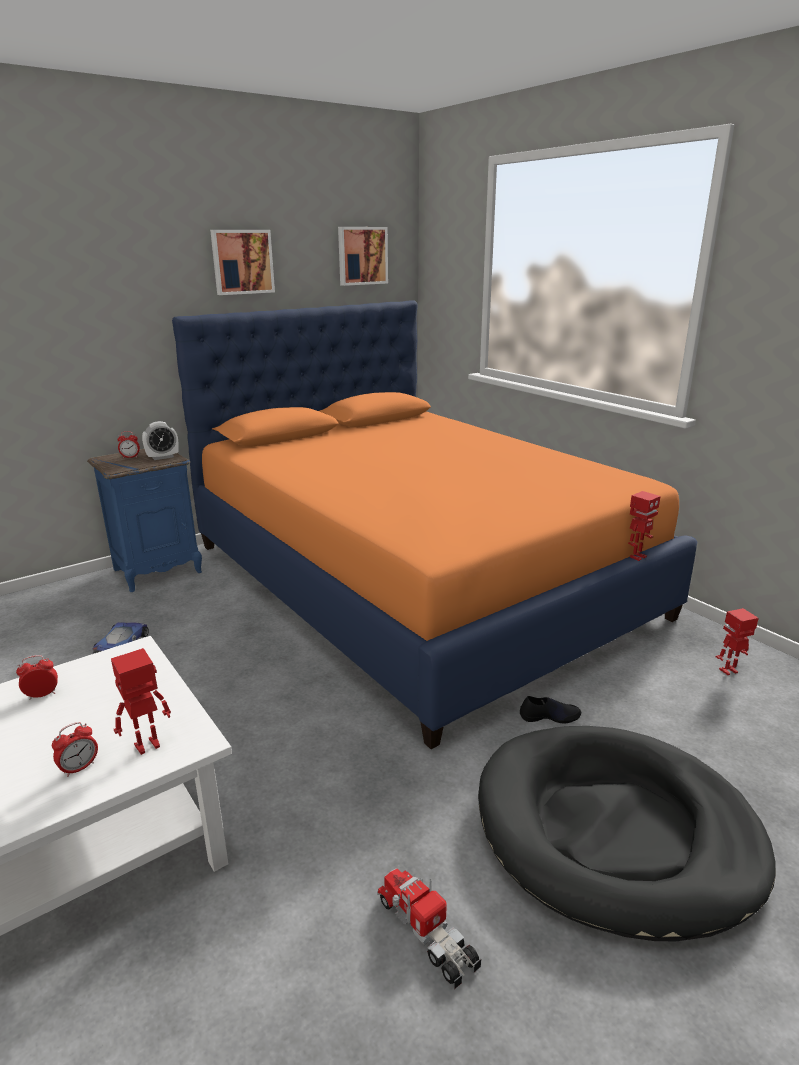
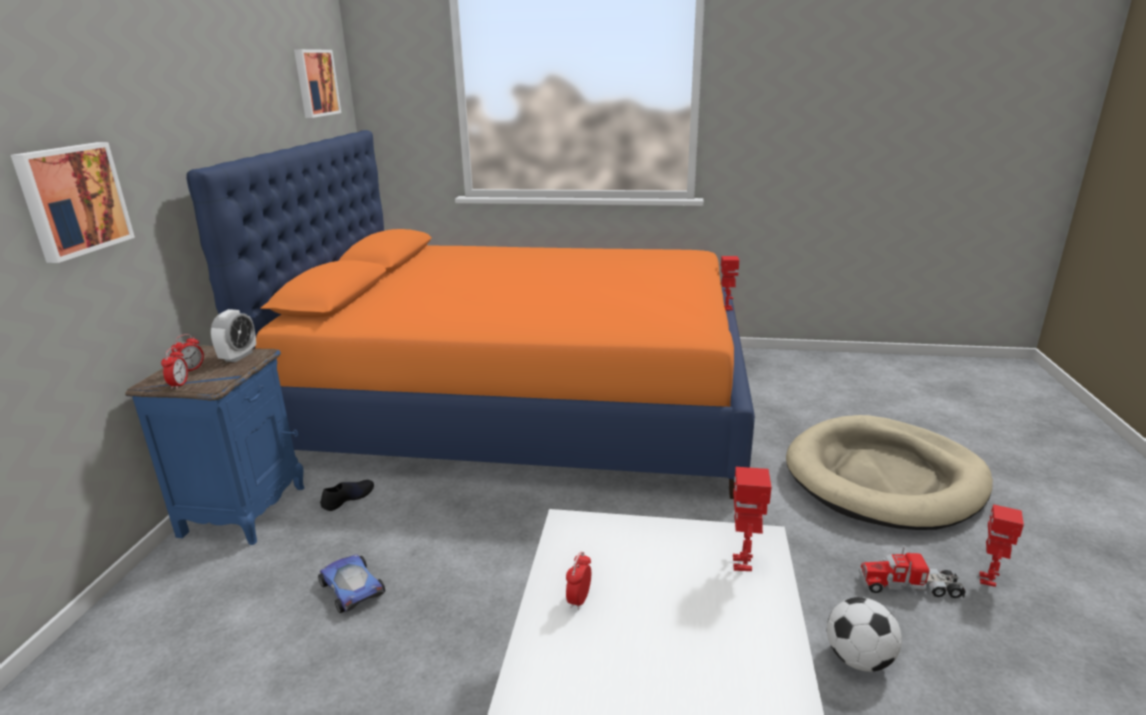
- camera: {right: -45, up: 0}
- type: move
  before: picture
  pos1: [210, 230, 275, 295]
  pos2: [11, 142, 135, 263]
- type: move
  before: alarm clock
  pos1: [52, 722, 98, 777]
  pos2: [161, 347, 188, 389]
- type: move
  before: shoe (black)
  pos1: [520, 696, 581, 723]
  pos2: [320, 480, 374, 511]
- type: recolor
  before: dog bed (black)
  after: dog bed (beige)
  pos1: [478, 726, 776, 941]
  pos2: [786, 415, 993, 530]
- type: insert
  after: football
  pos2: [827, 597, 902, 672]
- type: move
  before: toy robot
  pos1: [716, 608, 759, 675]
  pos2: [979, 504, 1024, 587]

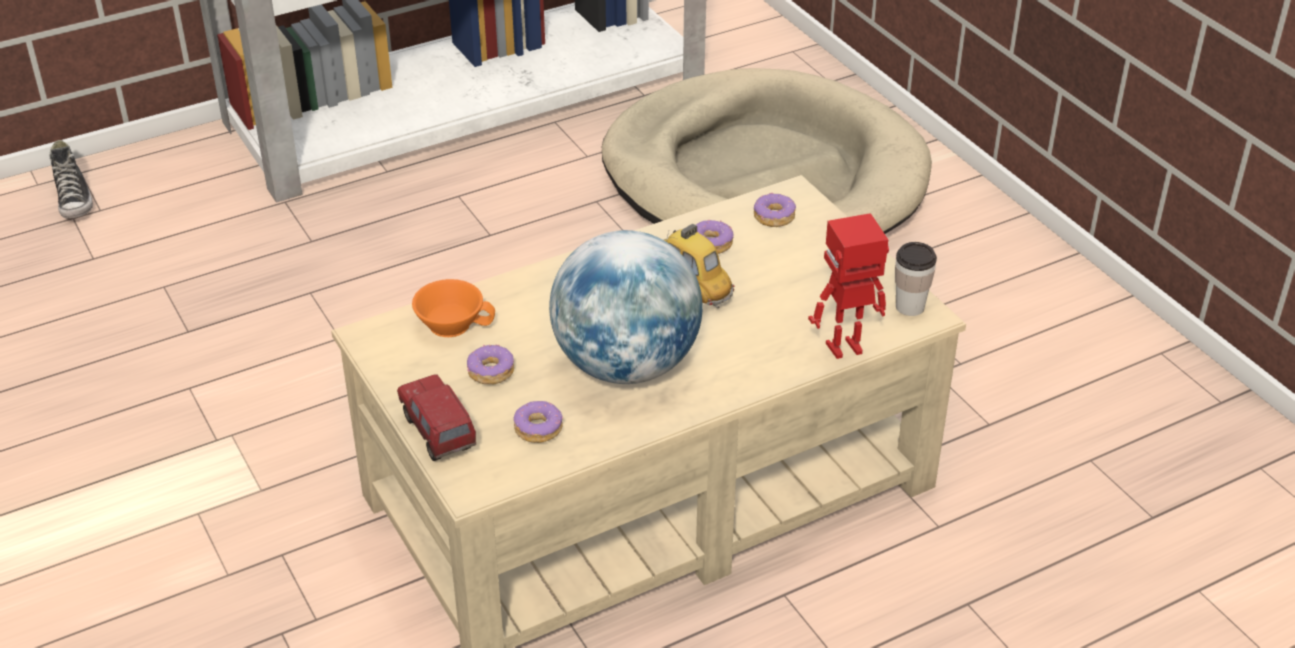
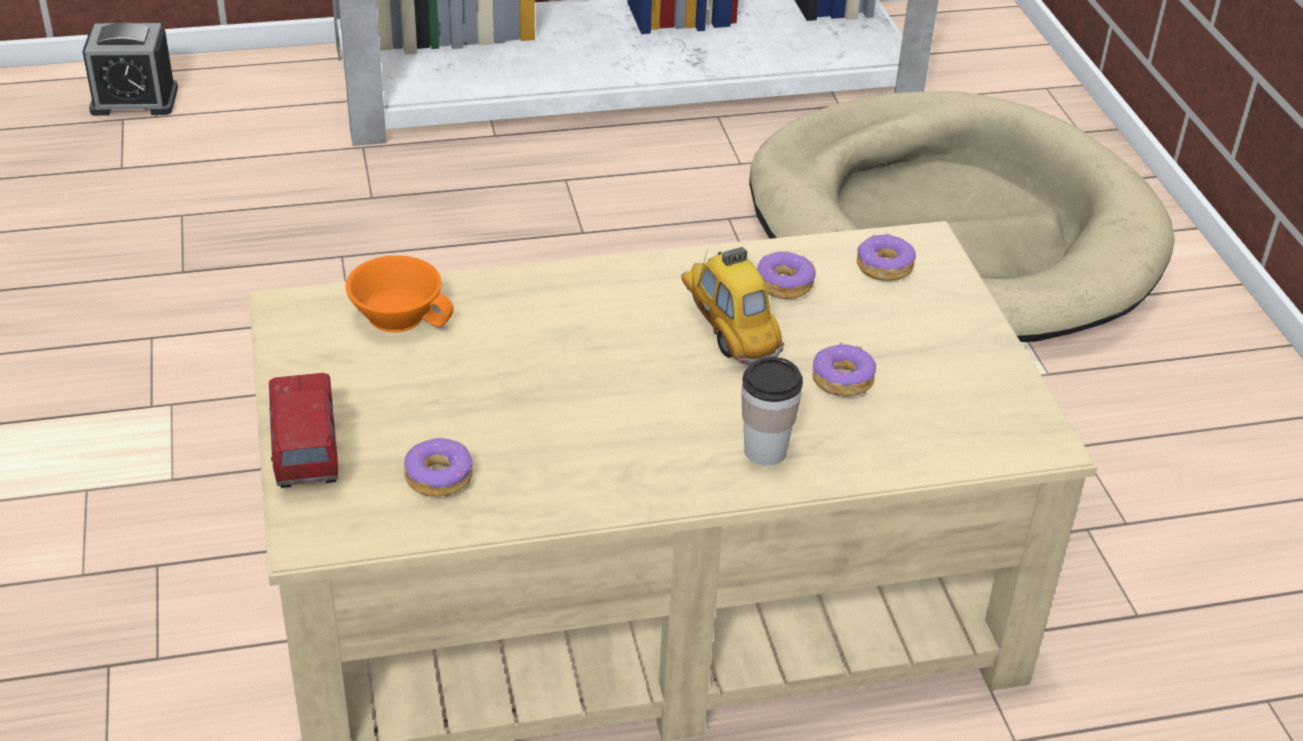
- camera: {right: 15, up: 0}
- type: replace
  before: shoe
  after: alarm clock
  pos1: [49, 140, 93, 219]
  pos2: [82, 23, 178, 116]
- type: move
  before: cup
  pos1: [895, 242, 937, 316]
  pos2: [741, 357, 803, 465]
- type: move
  before: donut
  pos1: [467, 344, 514, 384]
  pos2: [812, 343, 876, 397]
- type: delete
  before: globe
  pos1: [549, 230, 703, 384]
- type: delete
  before: toy robot
  pos1: [808, 213, 889, 359]

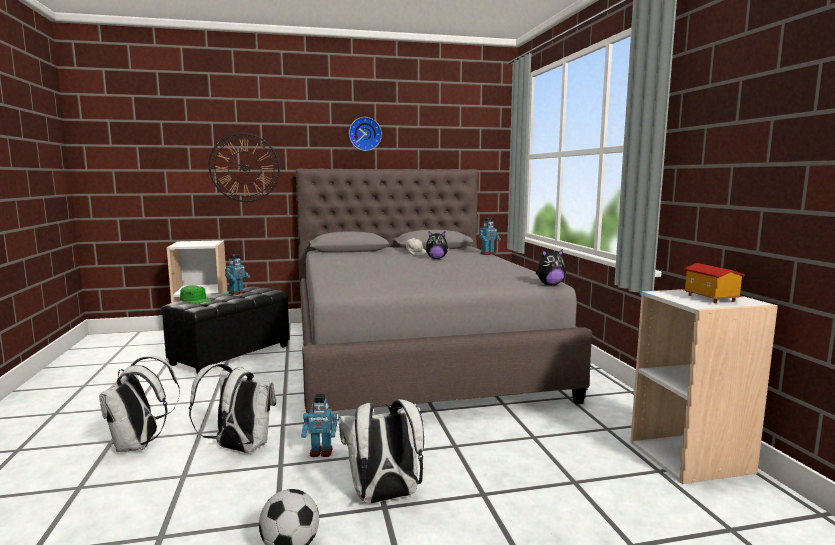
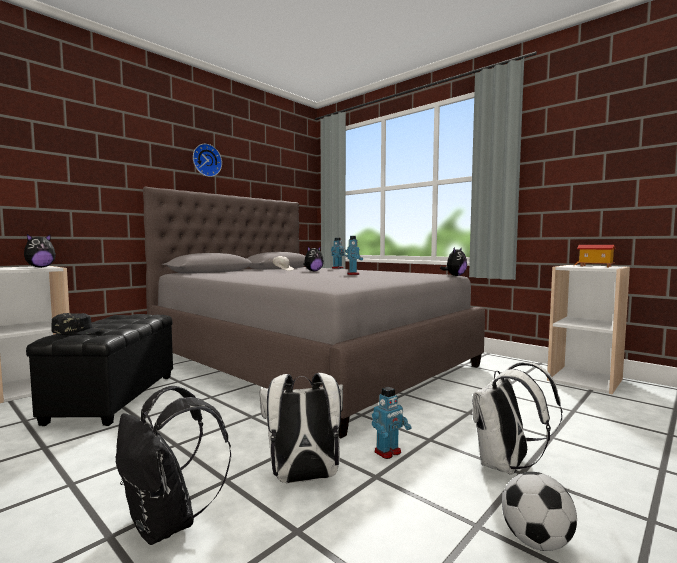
- camera: {right: -35, up: -5}
- type: insert
  after: plush toy
  pos2: [24, 234, 56, 268]
- type: recolor
  before: cap (green)
  after: cap (black)
  pos1: [180, 285, 213, 304]
  pos2: [51, 313, 107, 335]
- type: recolor
  before: backpack (white)
  after: backpack (black)
  pos1: [99, 356, 180, 452]
  pos2: [116, 386, 231, 545]
- type: move
  before: toy robot
  pos1: [225, 254, 250, 295]
  pos2: [345, 236, 363, 275]
- type: delete
  before: wall clock
  pos1: [209, 133, 280, 202]

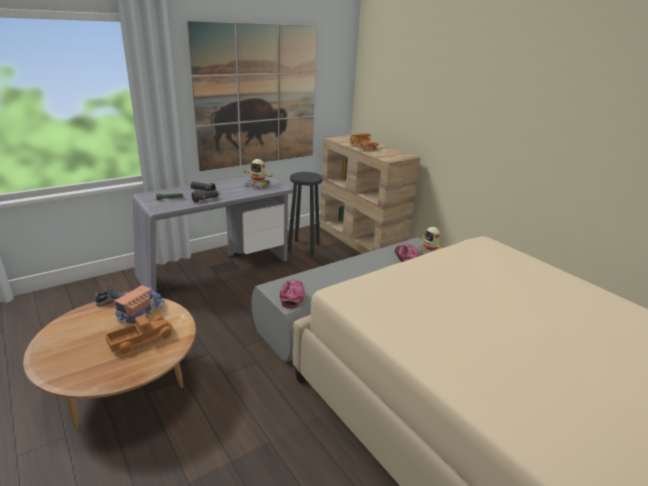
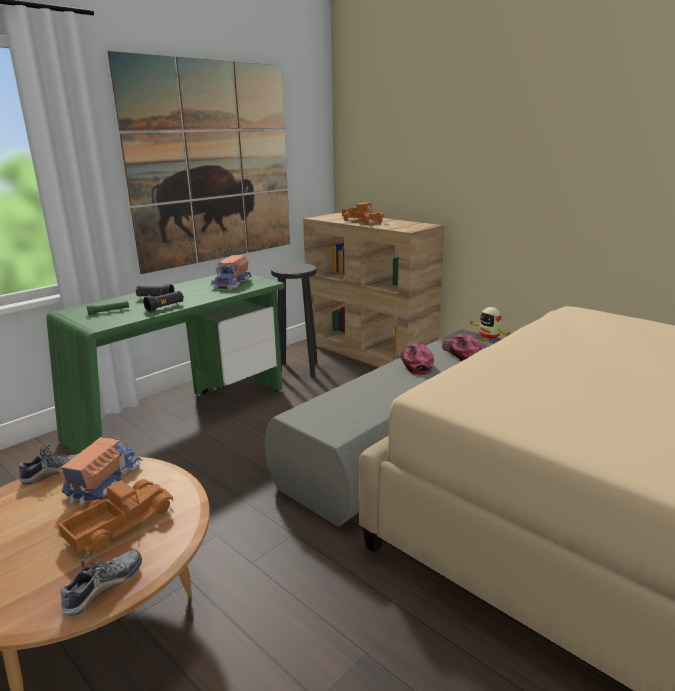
- camera: {right: -10, up: -5}
- type: recolor
  before: desk (grey)
  after: desk (green)
  pos1: [132, 174, 293, 292]
  pos2: [46, 275, 285, 455]
- type: insert
  after: shoe
  pos2: [60, 550, 142, 616]
- type: replace
  before: toy robot
  after: toy truck
  pos1: [244, 159, 273, 189]
  pos2: [210, 255, 251, 290]
- type: move
  before: cap
  pos1: [280, 279, 304, 309]
  pos2: [400, 344, 434, 375]

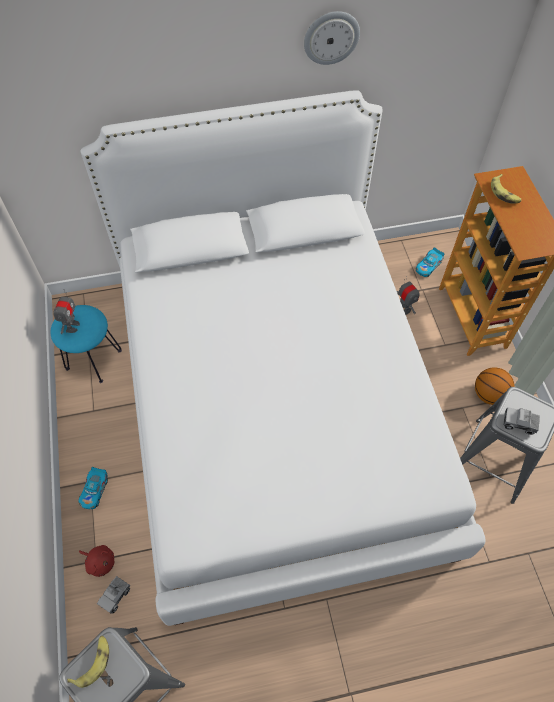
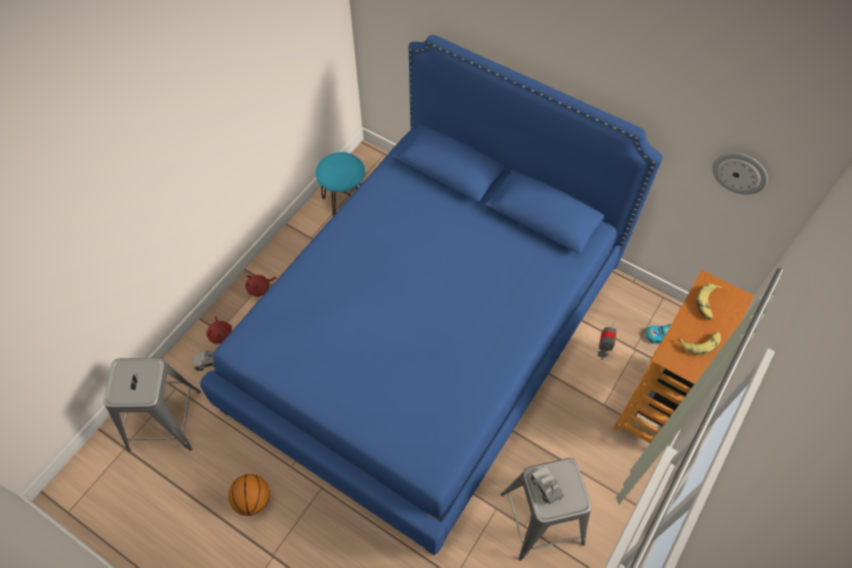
- camera: {right: 45, up: 0}
- type: recolor
  before: bed (white)
  after: bed (blue)
  pos1: [80, 90, 486, 626]
  pos2: [200, 35, 663, 555]
- type: move
  before: basketball
  pos1: [475, 367, 515, 405]
  pos2: [228, 474, 270, 516]
- type: replace
  before: toy car
  after: plush toy (red)
  pos1: [78, 467, 108, 509]
  pos2: [245, 275, 277, 297]
- type: move
  before: banana
  pos1: [67, 636, 109, 688]
  pos2: [678, 332, 721, 355]
- type: move
  before: wall clock
  pos1: [304, 11, 360, 65]
  pos2: [712, 153, 768, 195]
- type: delete
  before: toy robot
  pos1: [53, 289, 80, 334]

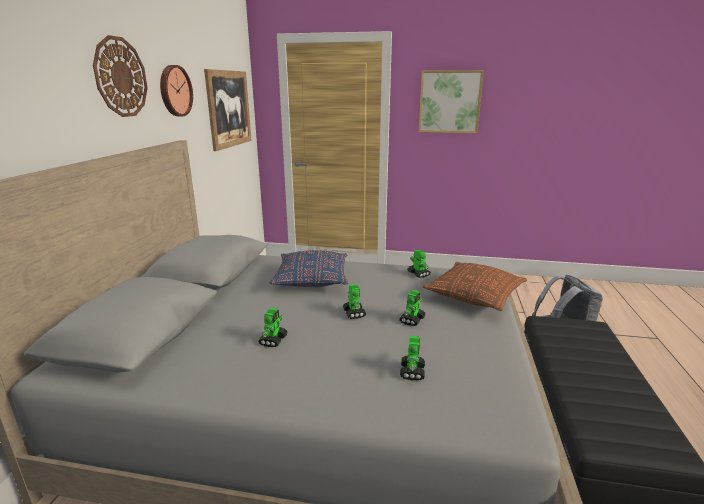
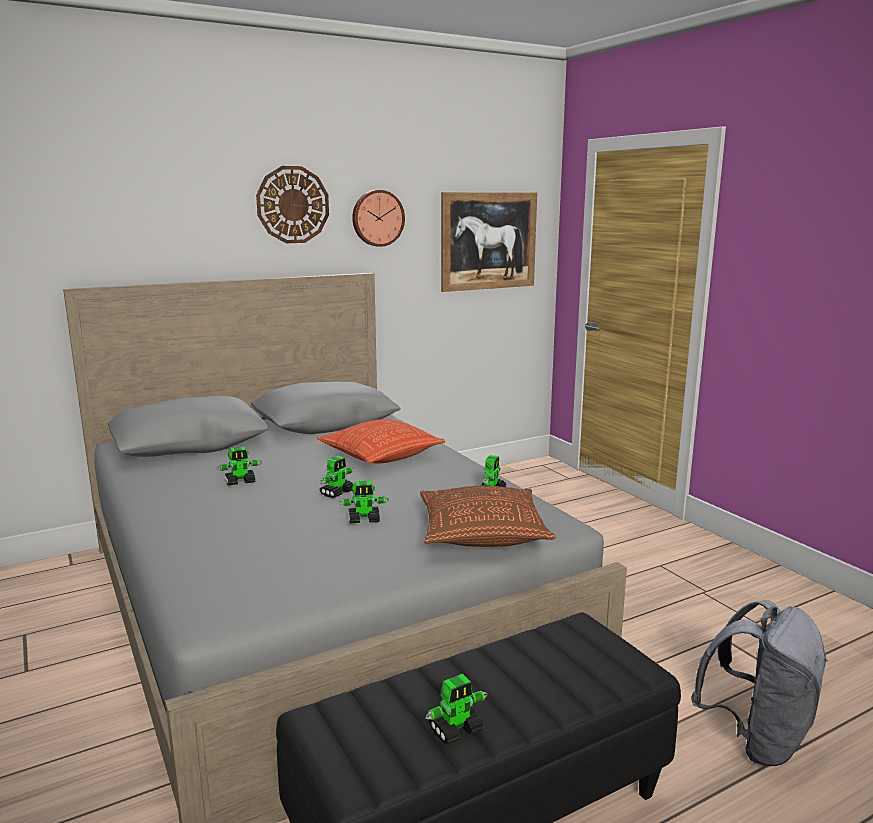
- camera: {right: 50, up: -5}
- type: recolor
  before: pillow (blue)
  after: pillow (orange)
  pos1: [269, 250, 348, 287]
  pos2: [317, 419, 445, 463]
- type: move
  before: toy robot
  pos1: [400, 336, 425, 381]
  pos2: [425, 674, 488, 745]
- type: delete
  before: picture
  pos1: [418, 70, 484, 133]

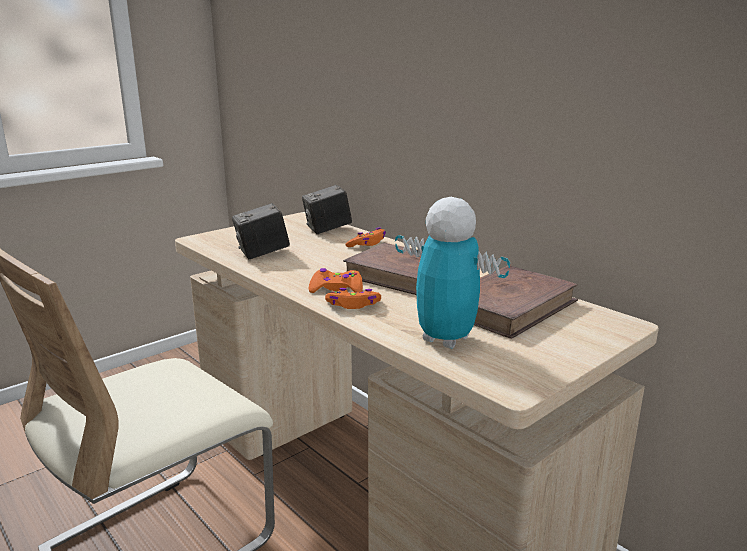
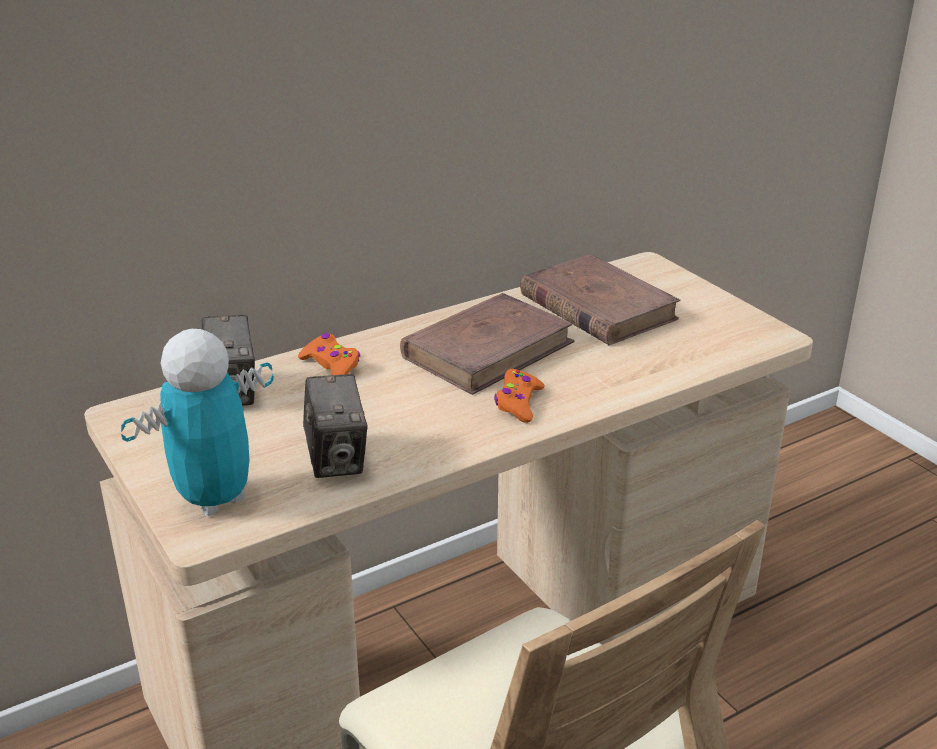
- camera: {right: -80, up: 10}
- type: move
  before: toy robot
  pos1: [395, 197, 510, 349]
  pos2: [121, 329, 274, 516]
- type: delete
  before: game controller (orange)
  pos1: [325, 288, 381, 309]

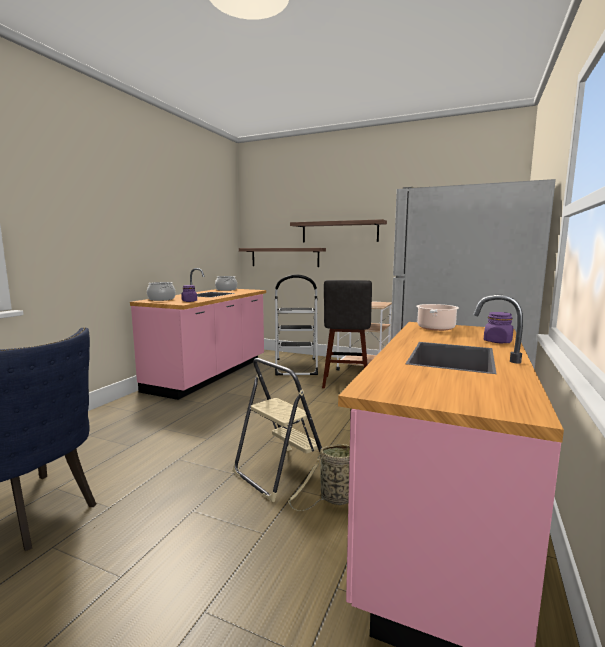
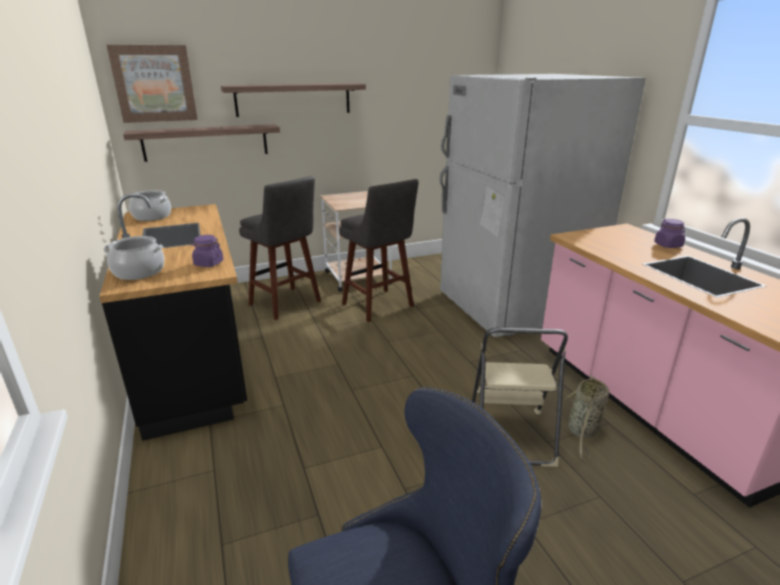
- camera: {right: -45, up: 15}
- type: recolor
  before: counter (pink)
  after: counter (black)
  pos1: [130, 268, 266, 400]
  pos2: [99, 193, 247, 441]
- type: insert
  after: picture
  pos2: [107, 45, 198, 123]
- type: replace
  before: step ladder
  after: stool (grey)
  pos1: [275, 274, 318, 375]
  pos2: [239, 176, 321, 320]
- type: delete
  before: cooking pot
  pos1: [416, 304, 459, 331]

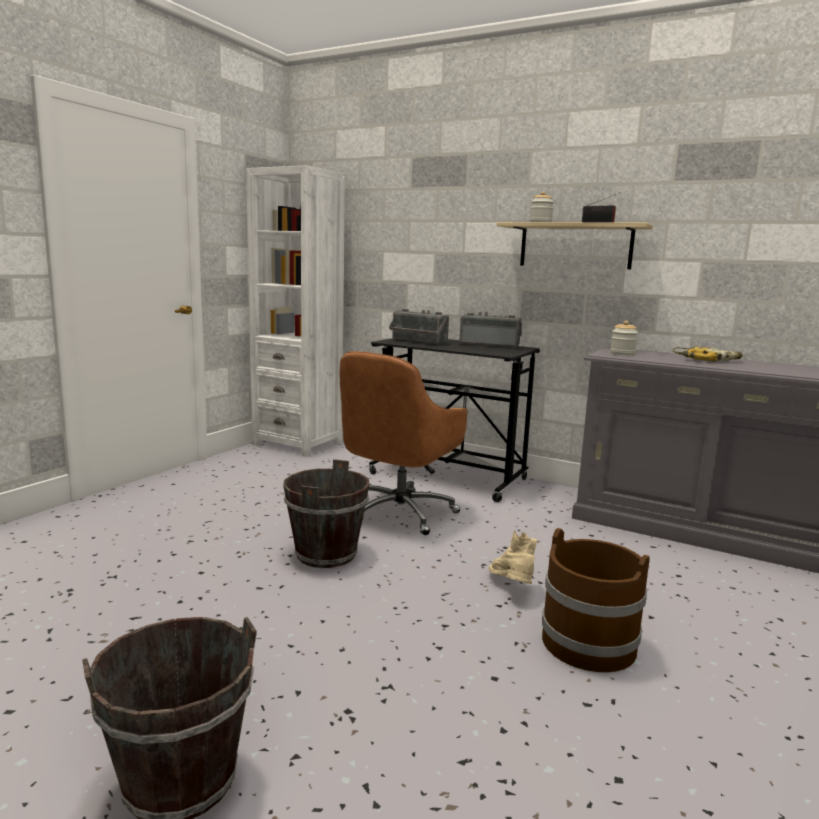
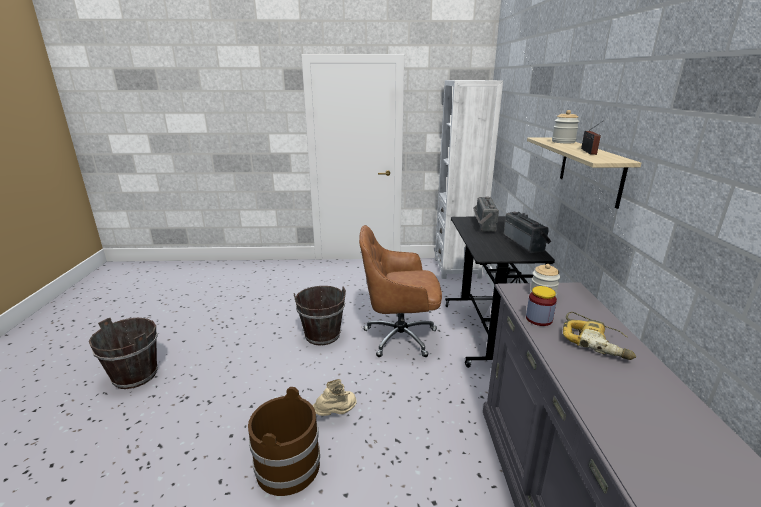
- camera: {right: 60, up: 10}
- type: insert
  after: jar
  pos2: [526, 286, 557, 326]

